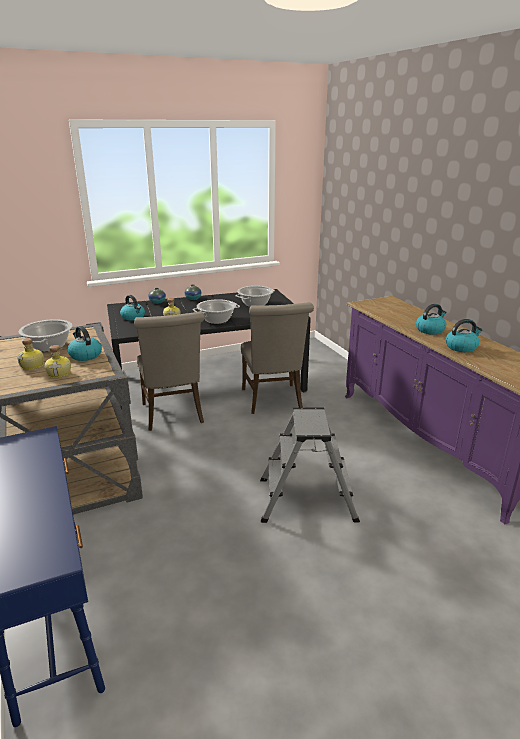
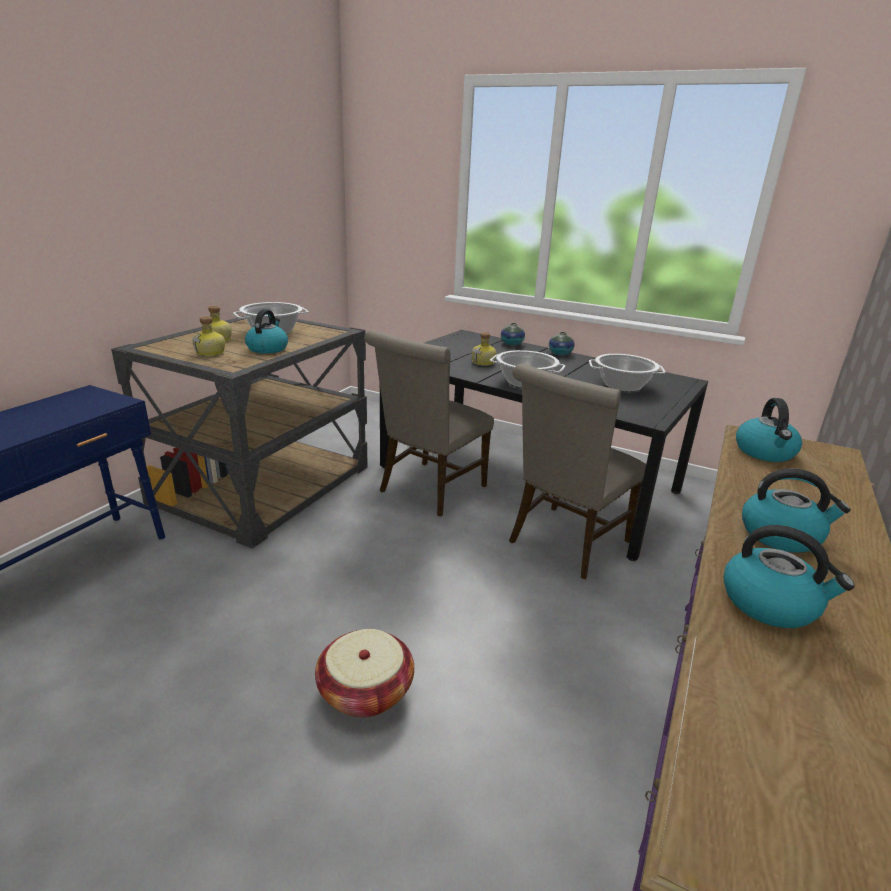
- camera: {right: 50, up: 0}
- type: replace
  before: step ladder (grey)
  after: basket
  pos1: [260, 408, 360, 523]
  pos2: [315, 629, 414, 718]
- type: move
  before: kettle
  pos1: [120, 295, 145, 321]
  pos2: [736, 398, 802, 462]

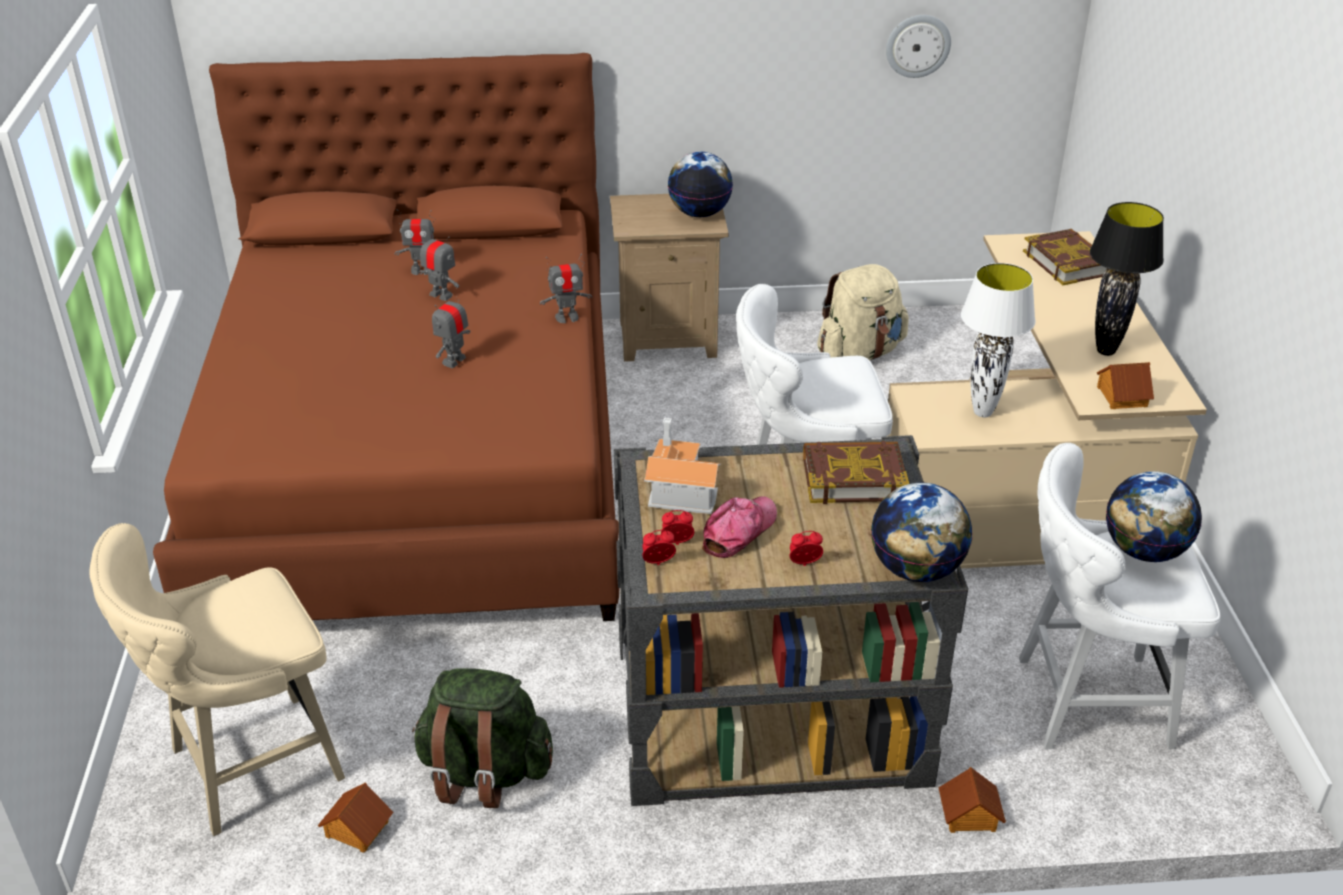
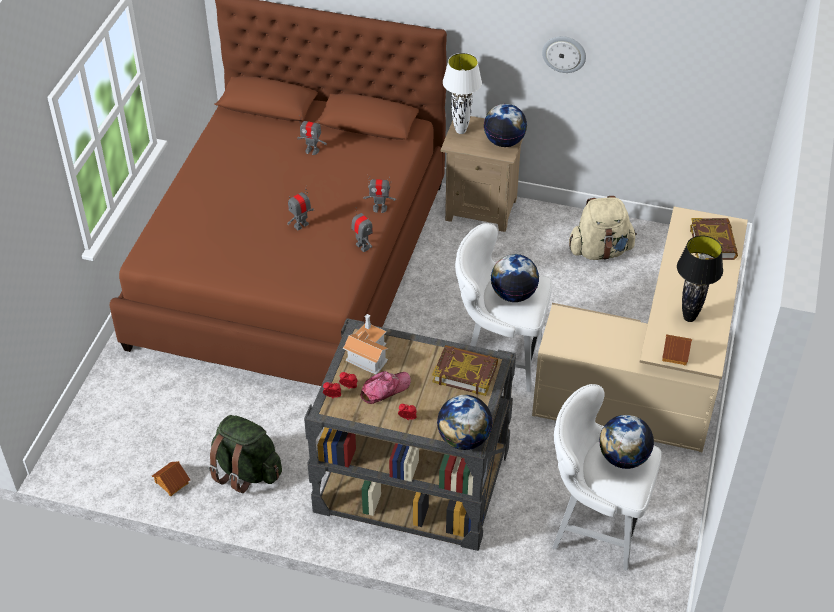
- camera: {right: 20, up: 10}
- type: move
  before: toy robot
  pos1: [418, 229, 459, 301]
  pos2: [351, 213, 373, 252]
- type: move
  before: table lamp (white)
  pos1: [961, 263, 1036, 417]
  pos2: [443, 53, 482, 134]
- type: insert
  after: globe
  pos2: [491, 254, 539, 302]
- type: move
  before: wall clock
  pos1: [886, 15, 951, 78]
  pos2: [542, 36, 586, 73]
- type: delete
  before: stool (beige)
  pos1: [89, 523, 345, 836]
- type: delete
  before: toy house
  pos1: [939, 767, 1006, 833]

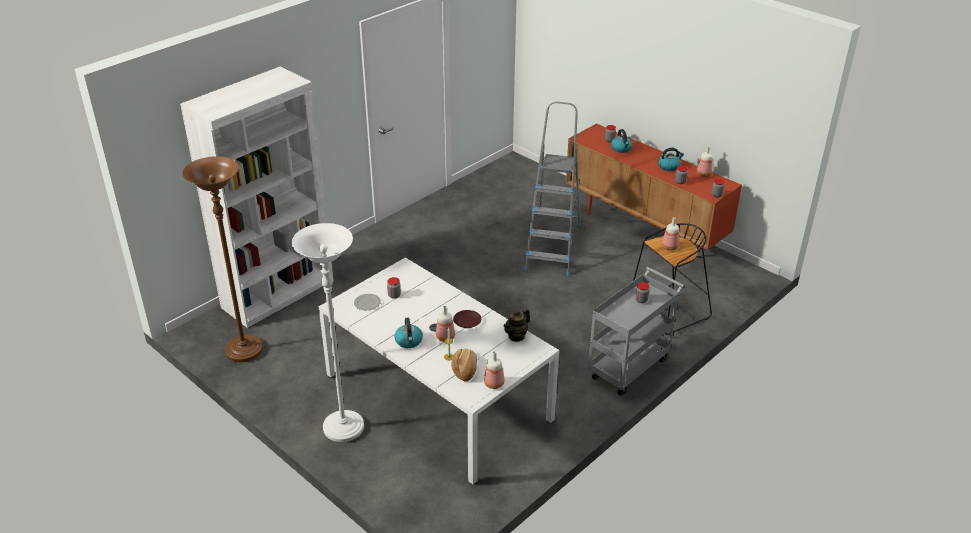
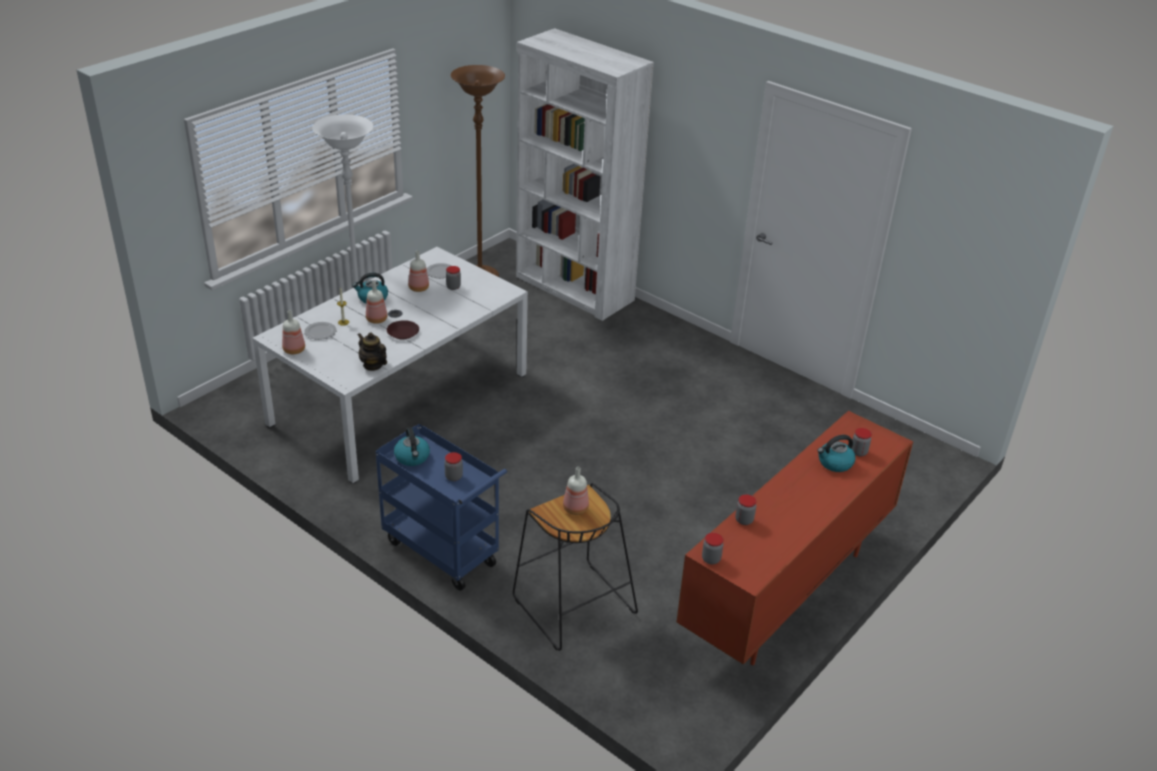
- camera: {right: 85, up: 0}
- type: replace
  before: bread
  after: plate
  pos1: [451, 349, 477, 381]
  pos2: [305, 322, 336, 340]
- type: recolor
  before: cart (grey)
  after: cart (blue)
  pos1: [588, 266, 685, 396]
  pos2: [376, 424, 507, 591]
- type: move
  before: kettle
  pos1: [658, 148, 684, 171]
  pos2: [394, 427, 430, 466]
- type: move
  before: bottle
  pos1: [697, 146, 713, 177]
  pos2: [408, 251, 429, 292]
- type: delete
  before: step ladder (grey)
  pos1: [524, 102, 581, 276]

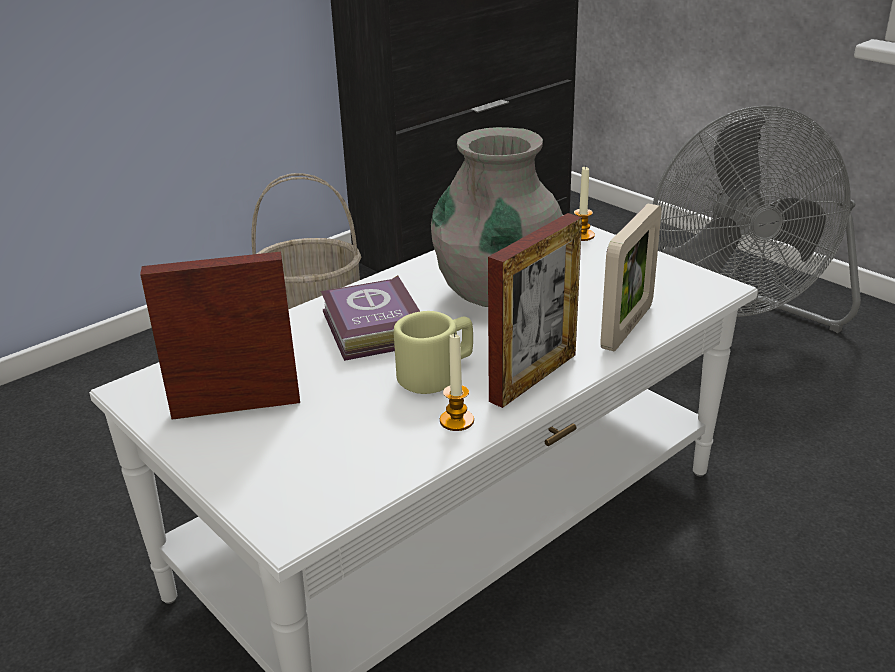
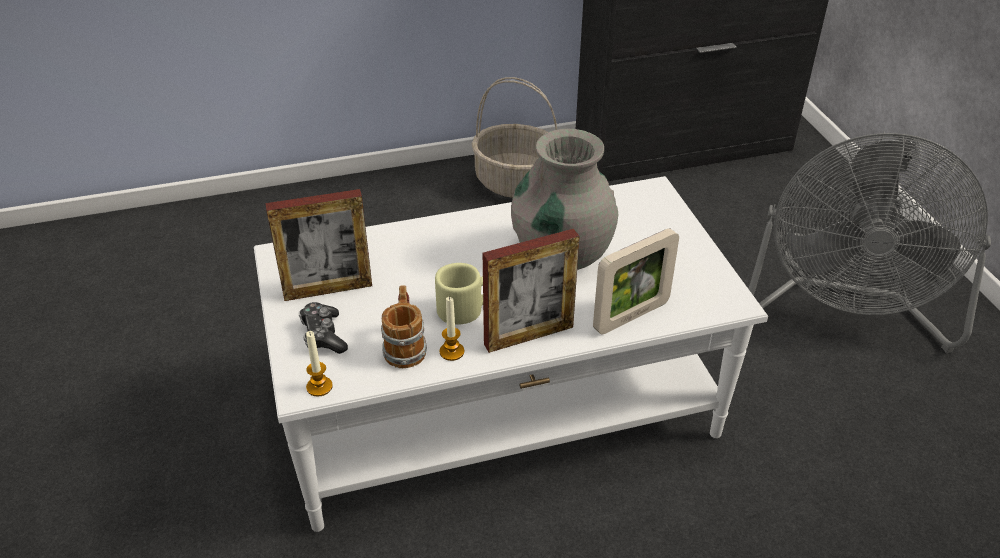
- camera: {right: 25, up: 10}
- type: rotate
  before: picture frame
  pos1: [140, 252, 300, 420]
  pos2: [266, 189, 372, 301]
  turn: 150
- type: insert
  after: game controller
  pos2: [299, 302, 348, 354]
- type: move
  before: candle
  pos1: [574, 166, 595, 241]
  pos2: [306, 331, 333, 397]
- type: insert
  after: mug
  pos2: [381, 285, 427, 368]
- type: delete
  before: book
  pos1: [321, 275, 420, 361]

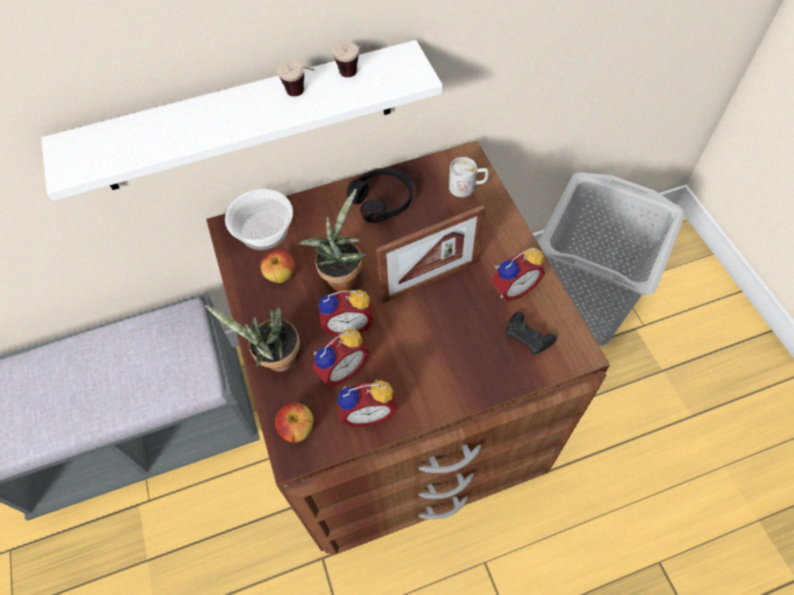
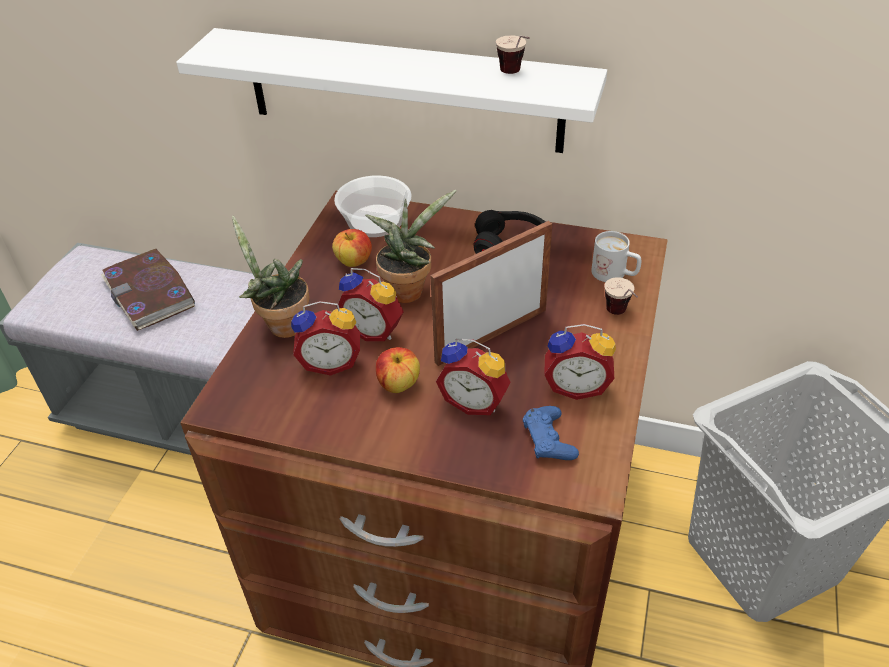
- camera: {right: 35, up: -15}
- type: insert
  after: book
  pos2: [101, 249, 195, 331]
- type: move
  before: apple
  pos1: [275, 402, 313, 443]
  pos2: [376, 347, 420, 393]
- type: rotate
  before: picture frame
  pos1: [377, 205, 485, 303]
  pos2: [430, 221, 552, 366]
  turn: 135
- type: move
  before: alarm clock
  pos1: [337, 379, 397, 427]
  pos2: [436, 338, 511, 415]
- type: recolor
  before: game controller (black)
  after: game controller (blue)
  pos1: [506, 312, 557, 355]
  pos2: [523, 406, 579, 460]
- type: move
  before: cup
  pos1: [277, 61, 314, 96]
  pos2: [604, 278, 638, 315]

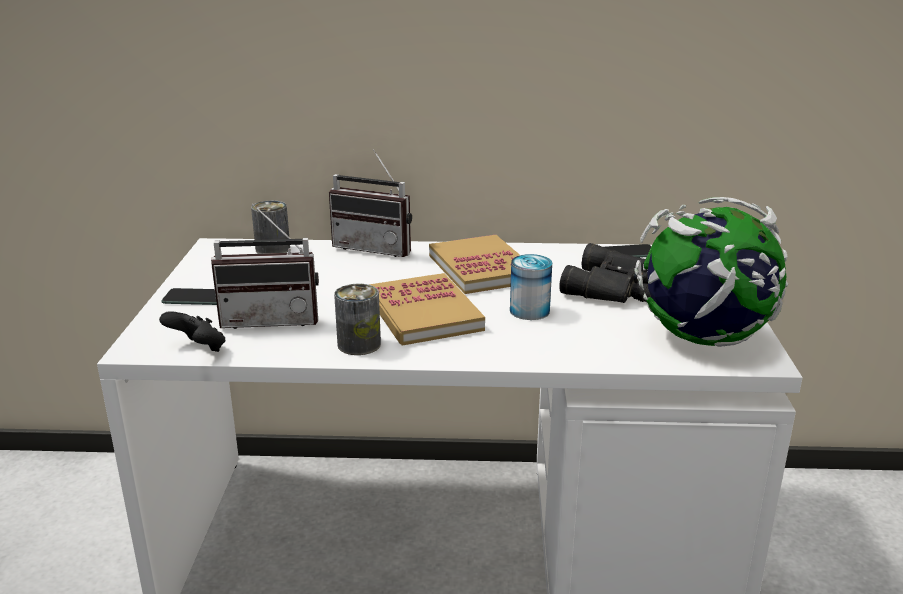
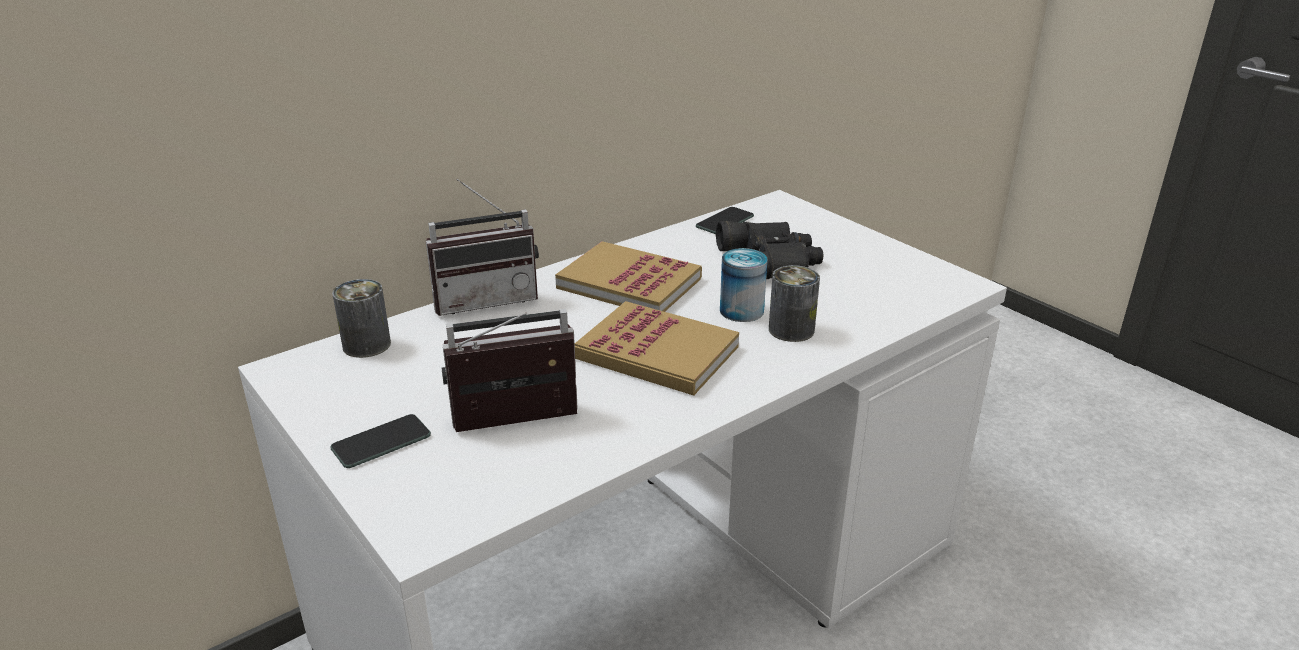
- camera: {right: -40, up: 5}
- type: rotate
  before: radio
  pos1: [211, 204, 319, 329]
  pos2: [441, 309, 578, 432]
  turn: -150
- type: move
  before: can
  pos1: [334, 284, 381, 355]
  pos2: [769, 265, 820, 342]
- type: delete
  before: game controller (black)
  pos1: [159, 311, 225, 352]
- type: delete
  before: globe
  pos1: [635, 197, 788, 347]

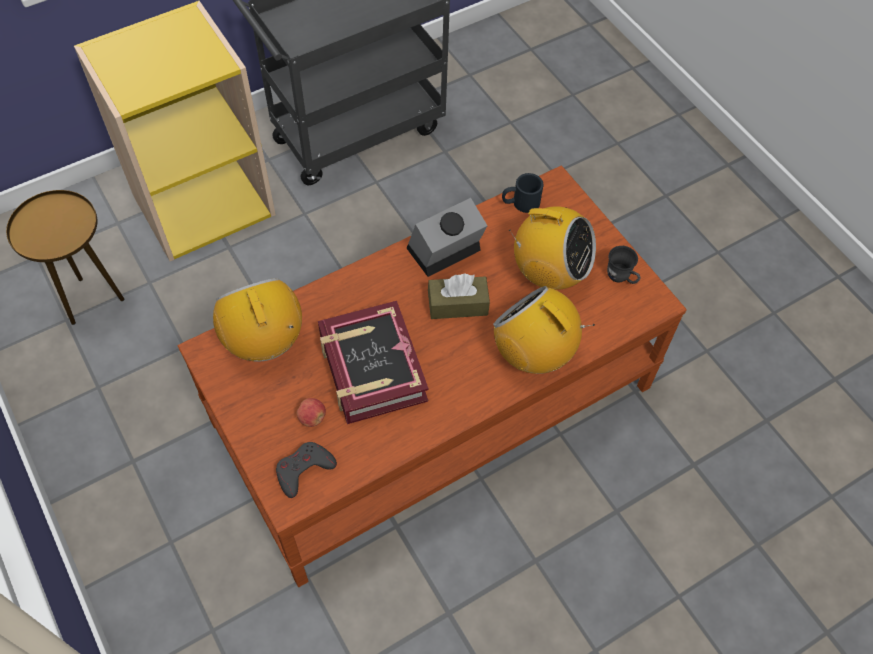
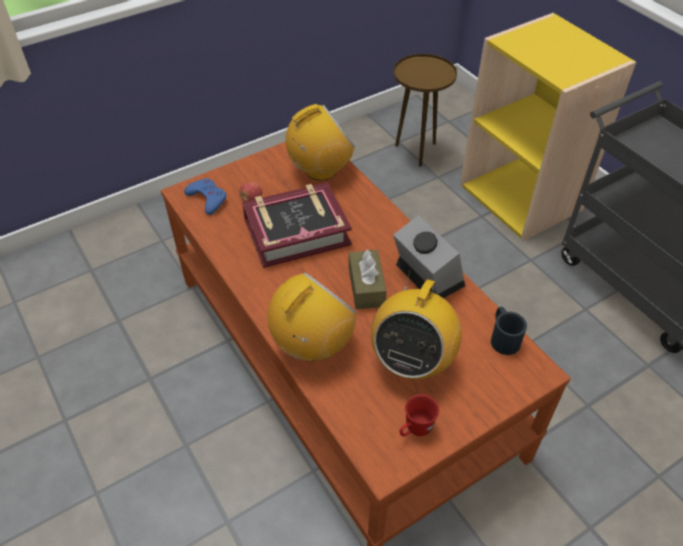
- camera: {right: 90, up: -10}
- type: recolor
  before: game controller (grey)
  after: game controller (blue)
  pos1: [276, 442, 337, 498]
  pos2: [184, 179, 226, 215]
- type: recolor
  before: mug (grey)
  after: mug (red)
  pos1: [607, 246, 640, 284]
  pos2: [399, 394, 440, 437]

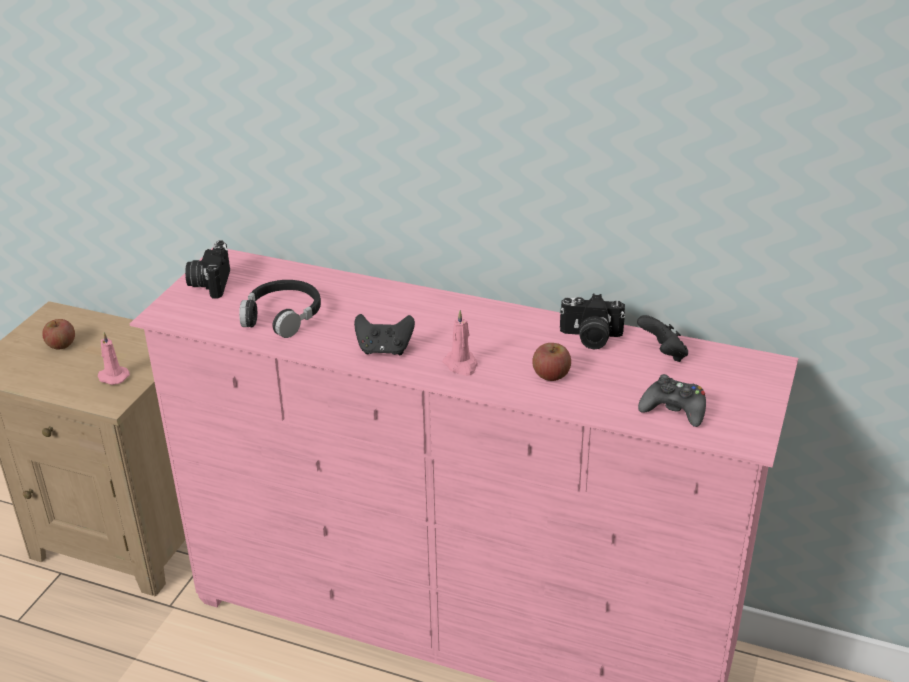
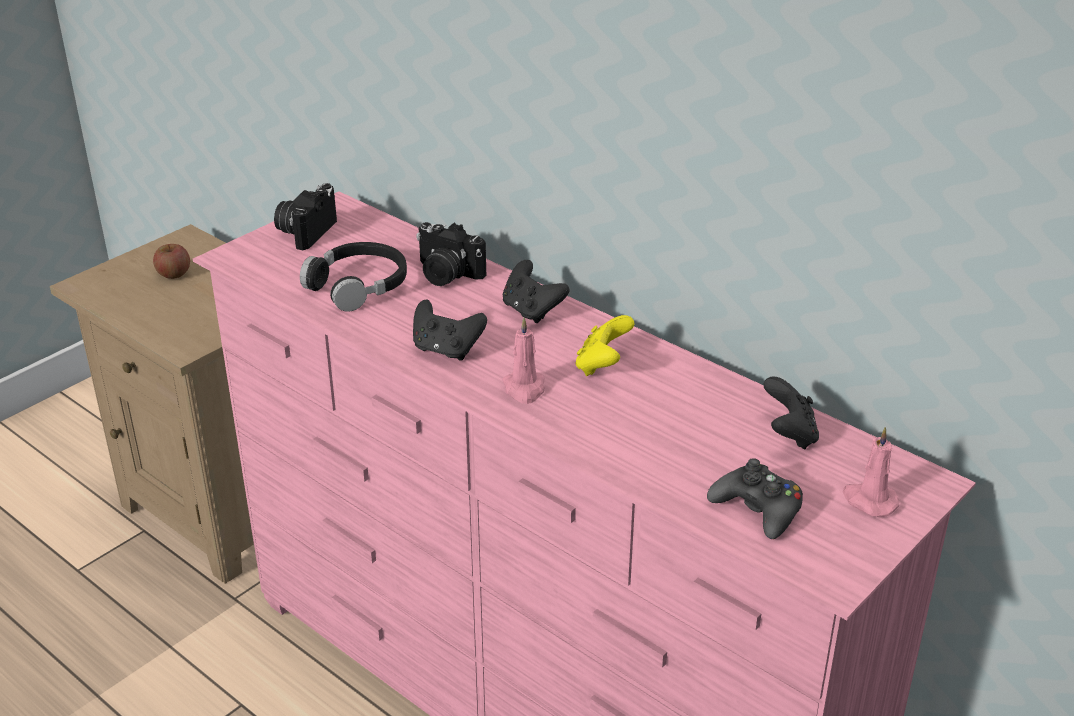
- camera: {right: 20, up: 0}
- type: move
  before: photo camera
  pos1: [560, 293, 625, 349]
  pos2: [416, 222, 486, 286]
- type: insert
  after: game controller (black)
  pos2: [503, 260, 569, 323]
- type: insert
  after: game controller (yellow)
  pos2: [576, 315, 634, 376]
- type: move
  before: candle (pink)
  pos1: [98, 332, 130, 385]
  pos2: [843, 427, 900, 517]
- type: delete
  before: apple
  pos1: [532, 343, 571, 381]

